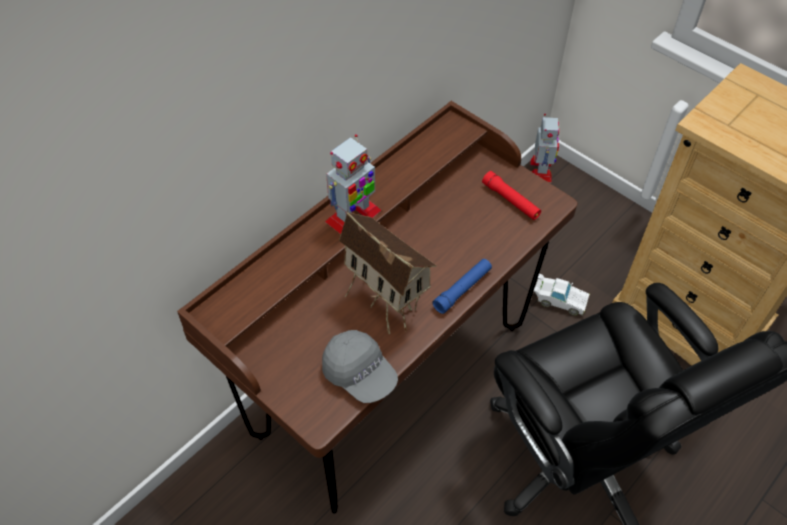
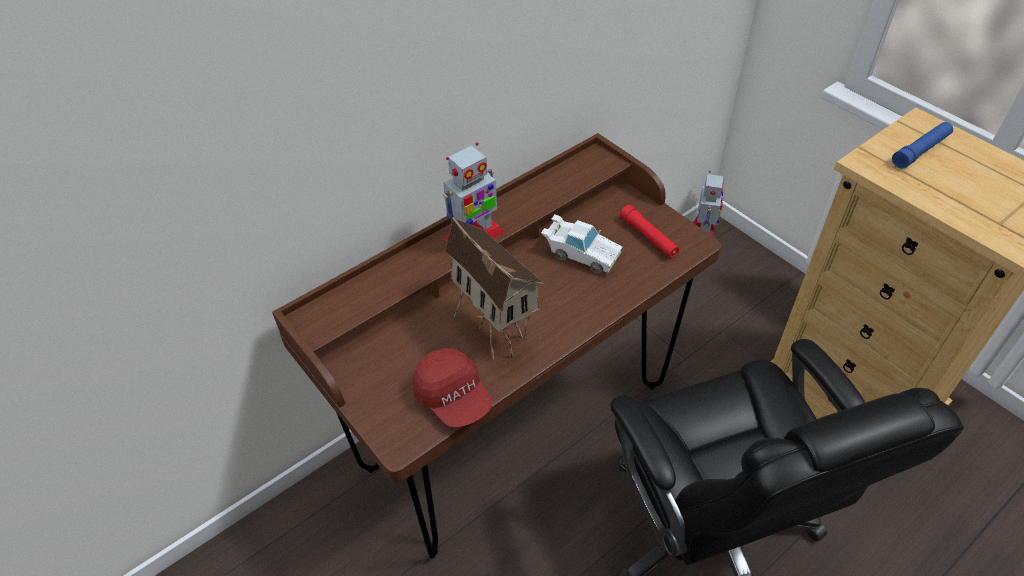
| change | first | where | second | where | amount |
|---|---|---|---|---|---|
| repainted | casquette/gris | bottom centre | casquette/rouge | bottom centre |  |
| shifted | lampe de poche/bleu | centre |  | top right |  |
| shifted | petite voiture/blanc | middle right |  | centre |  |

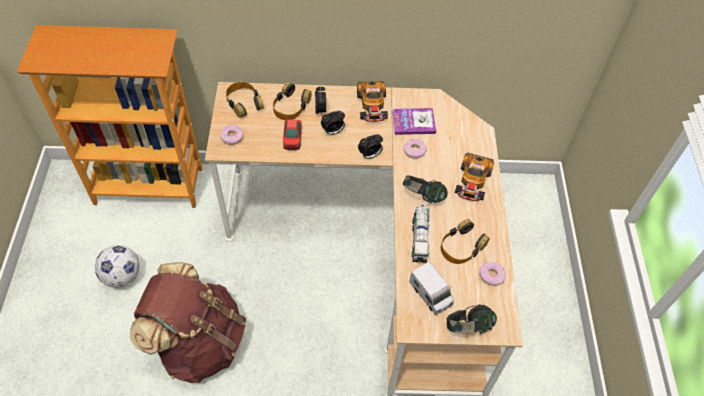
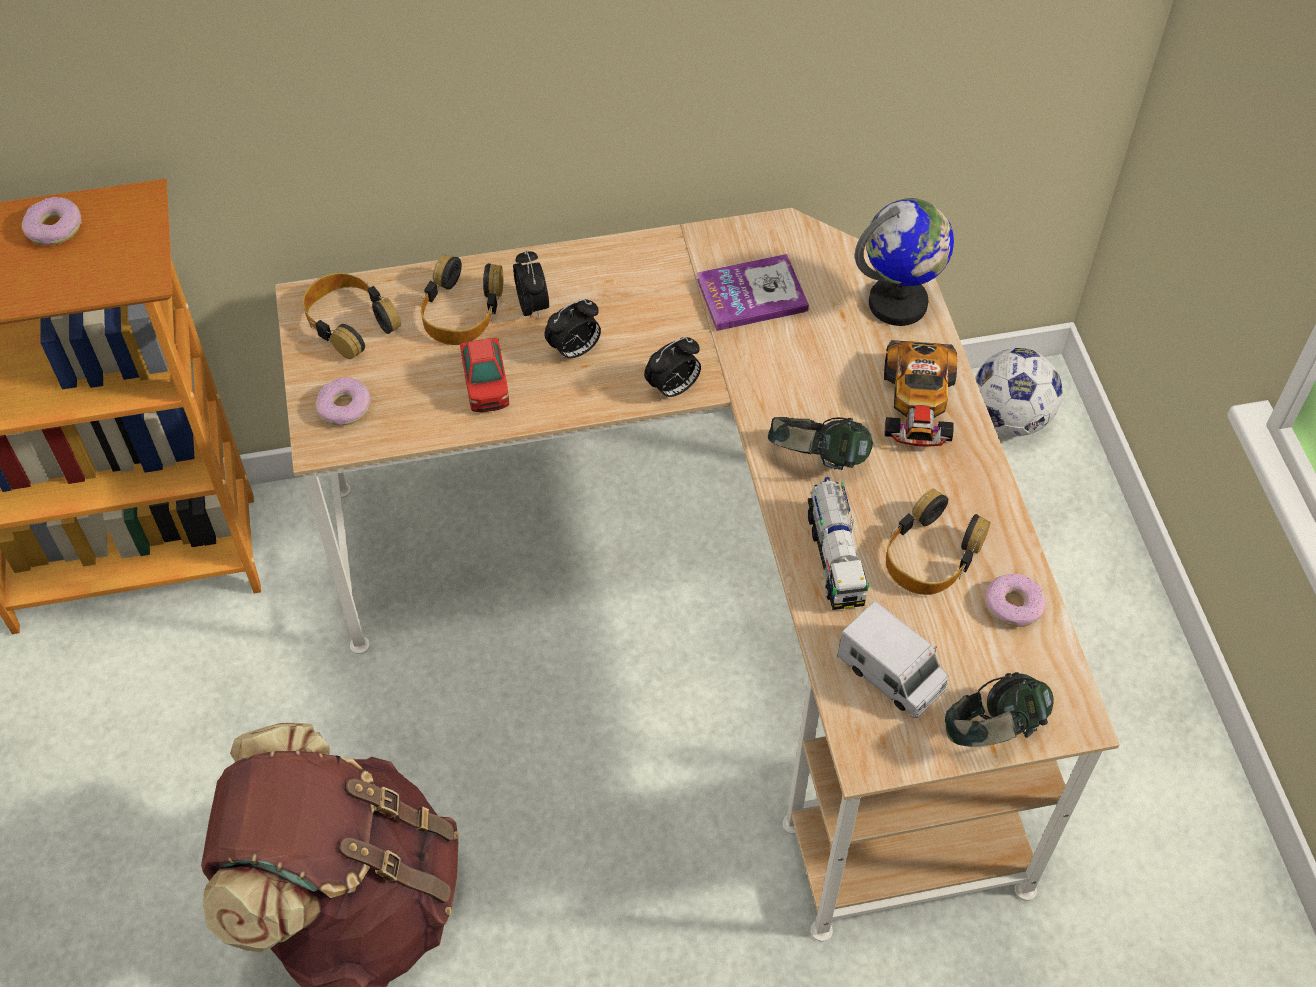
| change | first | where | second | where | amount |
|---|---|---|---|---|---|
| shifted | ballon de foot | bottom left |  | middle right |  |
| gone | petite voiture (no. 2 from left) | top centre |  |  |  |
| shifted | beignet (no. 2 from left in the first image) | centre | beignet (no. 1 from left) | top left |  |
| new |  |  | globe | top right |  |

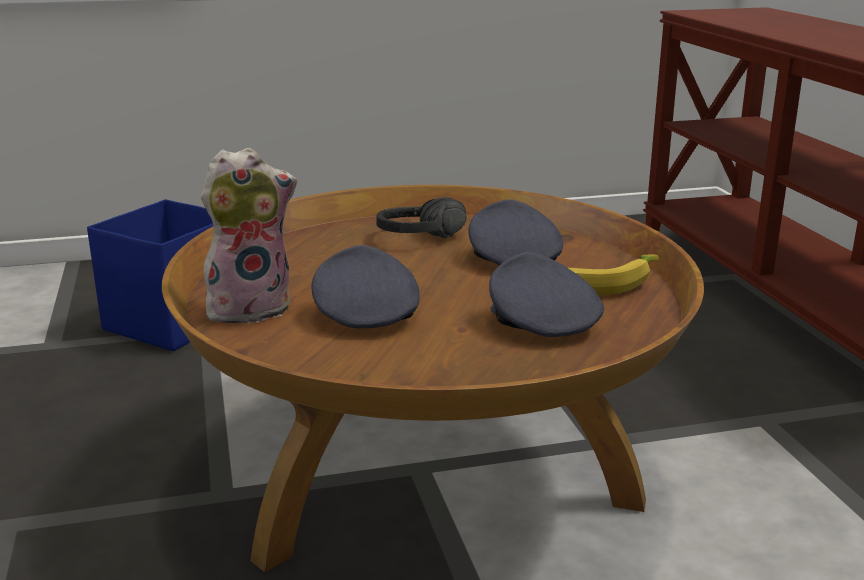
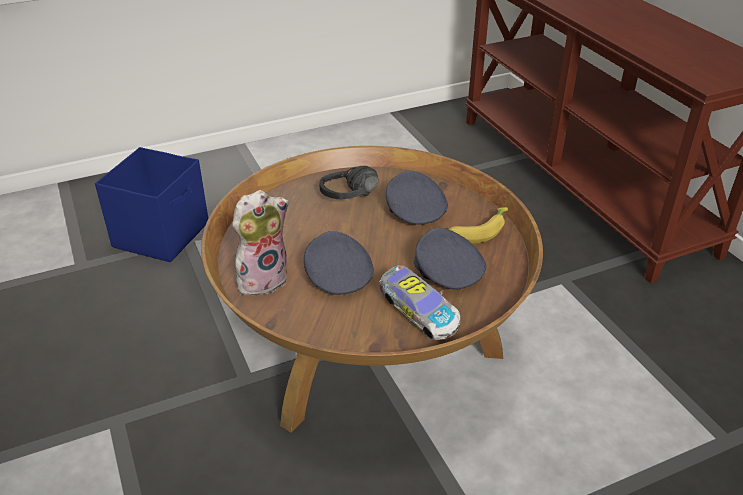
| change | first | where | second | where | amount |
|---|---|---|---|---|---|
| new |  |  | petite voiture | centre |  |

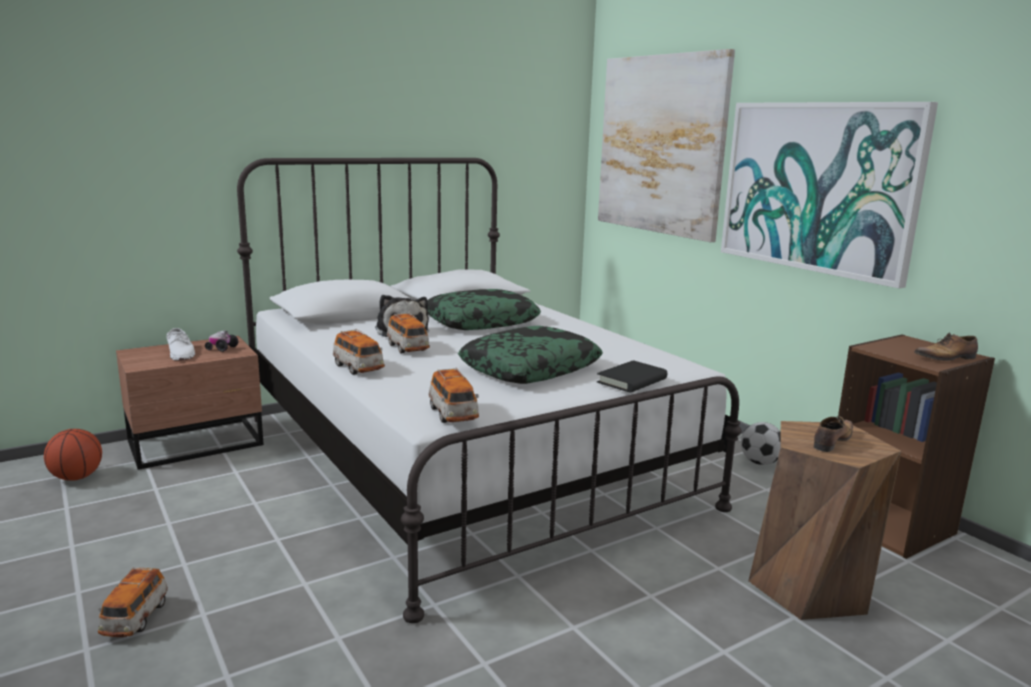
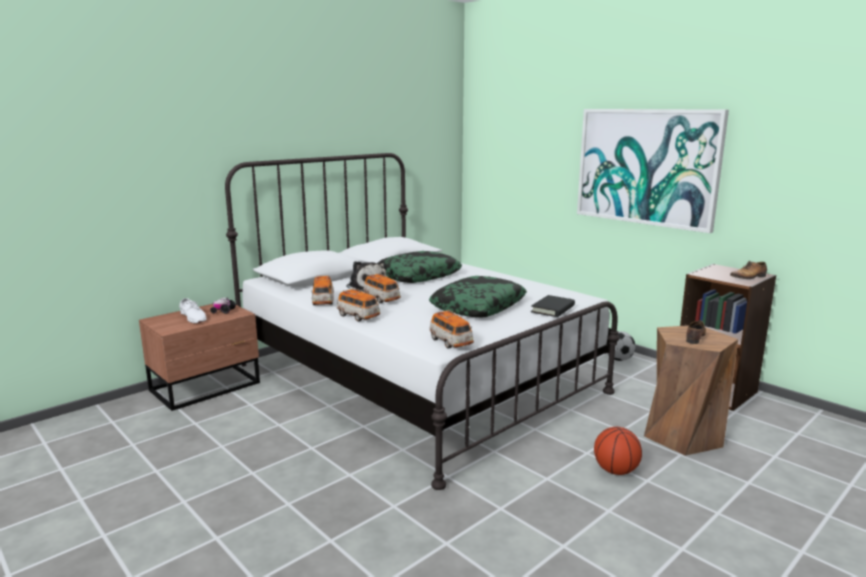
| change | first | where | second | where | amount |
|---|---|---|---|---|---|
| shifted | ballon de basket | middle left |  | bottom right |  |
| shifted | petite voiture (no. 1 from left in the first image) | bottom left | petite voiture (no. 2 from left) | centre |  |
| gone | tableau (no. 1 from left) | top centre |  |  |  |

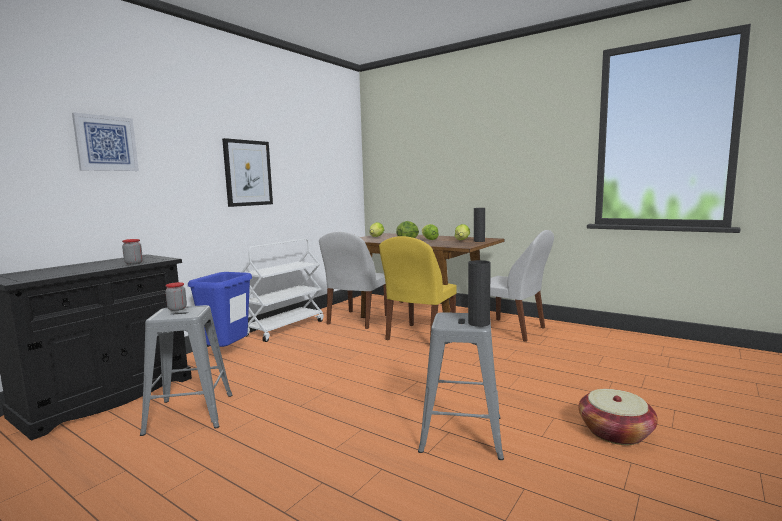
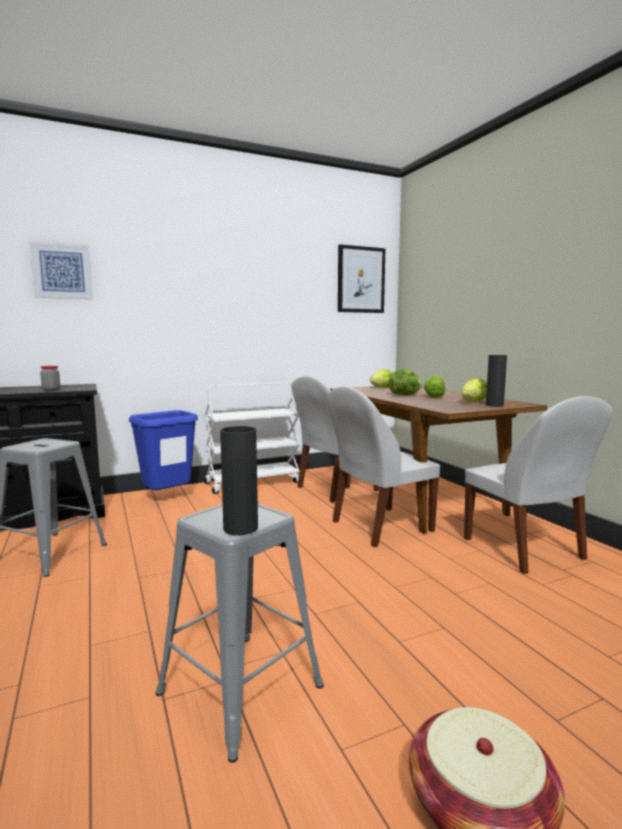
| change | first | where | second | where | amount |
|---|---|---|---|---|---|
| gone | bocal (no. 2 from left) | middle left |  |  |  |
| shifted | tableau (no. 2 from left) | top left |  | centre |  |
| repainted | chaise/jaune | centre | chaise/blanc (no. 2 from left) | centre |  |

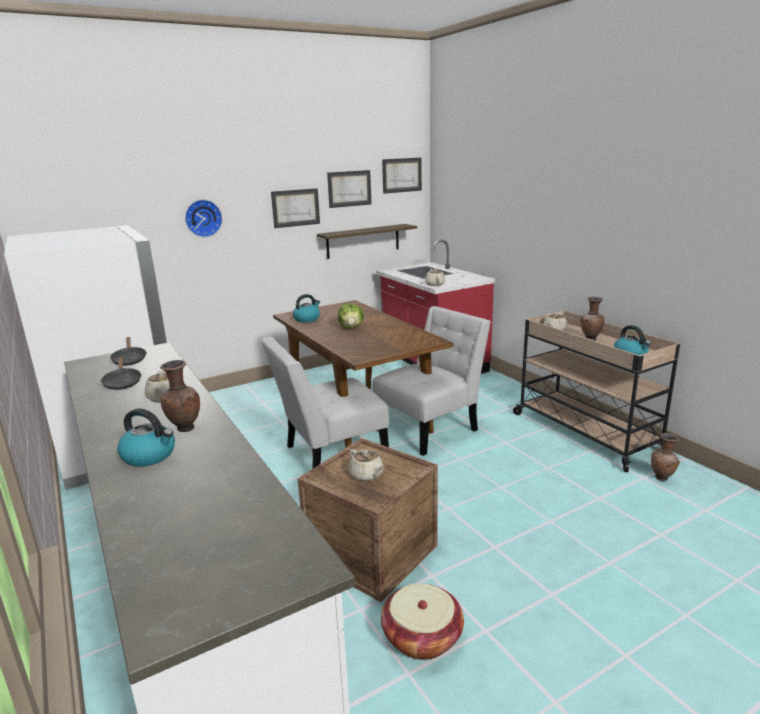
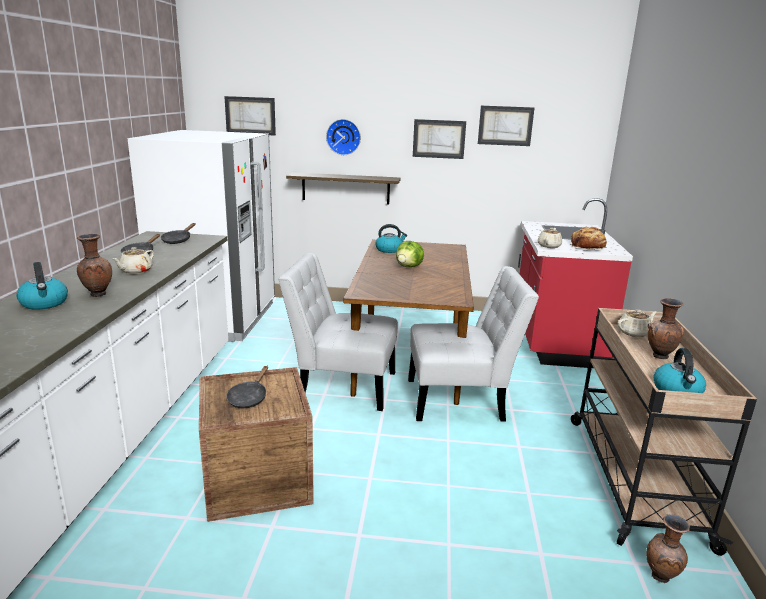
| change | first | where | second | where | amount |
|---|---|---|---|---|---|
| shifted | étagère | centre |  | top centre |  |
| swapped | théière/beige (no. 2 from left) | centre | poêle/noir (no. 3 from left) | middle left |  |
| gone | panier | bottom centre |  |  |  |
| shifted | tableau (no. 3 from left in the first image) | top centre | tableau (no. 1 from left) | top left |  |
| new |  |  | pain | middle right |  |

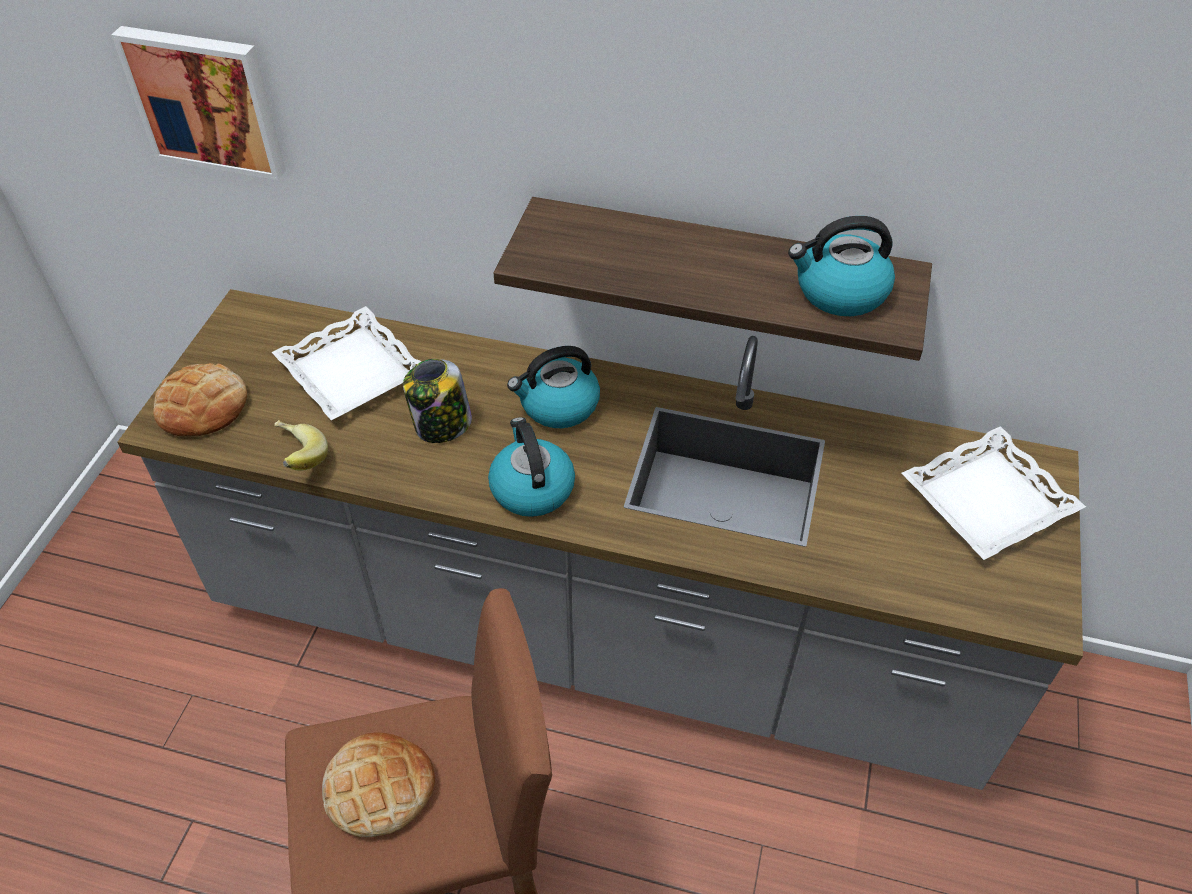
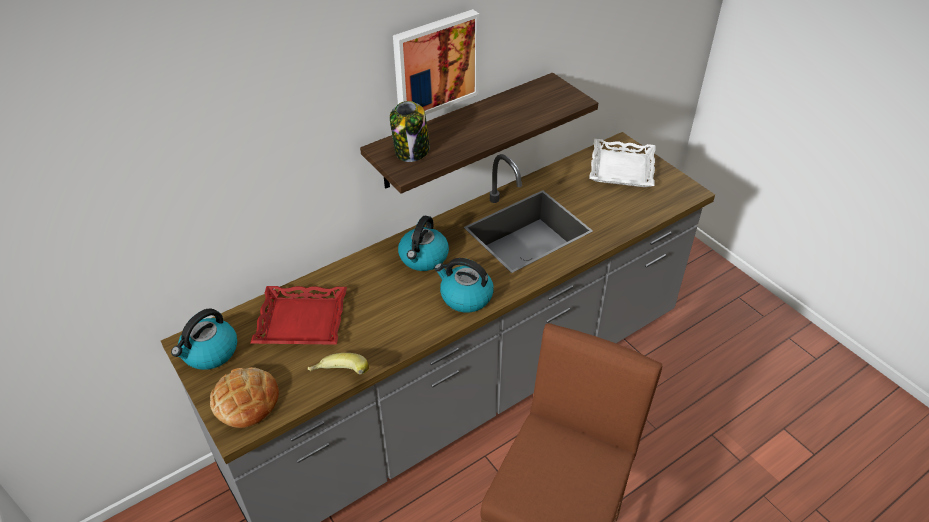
| change | first | where | second | where | amount |
|---|---|---|---|---|---|
| shifted | tableau | top left |  | top centre |  |
| repainted | plateau/blanc (no. 1 from left) | middle left | plateau/rouge | middle left |  |
| gone | pain (no. 2 from left) | bottom left |  |  |  |
| shifted | bocal | centre |  | top centre |  |
| shifted | bouilloire (no. 3 from left in the first image) | top right | bouilloire (no. 1 from left) | middle left |  |

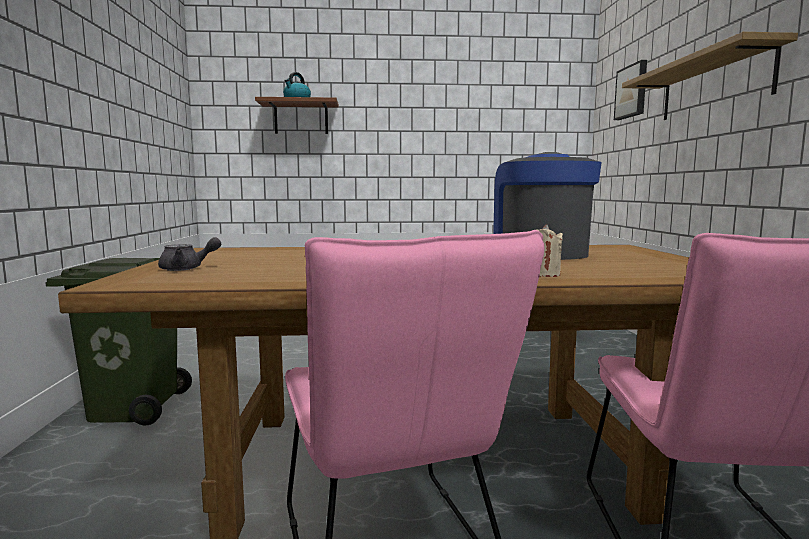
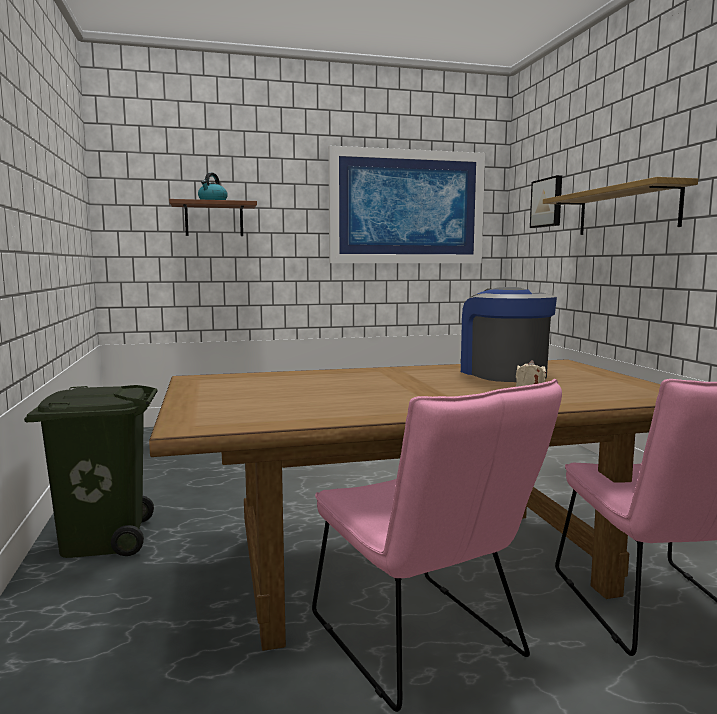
| change | first | where | second | where | amount |
|---|---|---|---|---|---|
| gone | théière/gris | middle left |  |  |  |
| new |  |  | tableau (no. 1 from left) | top centre |  |

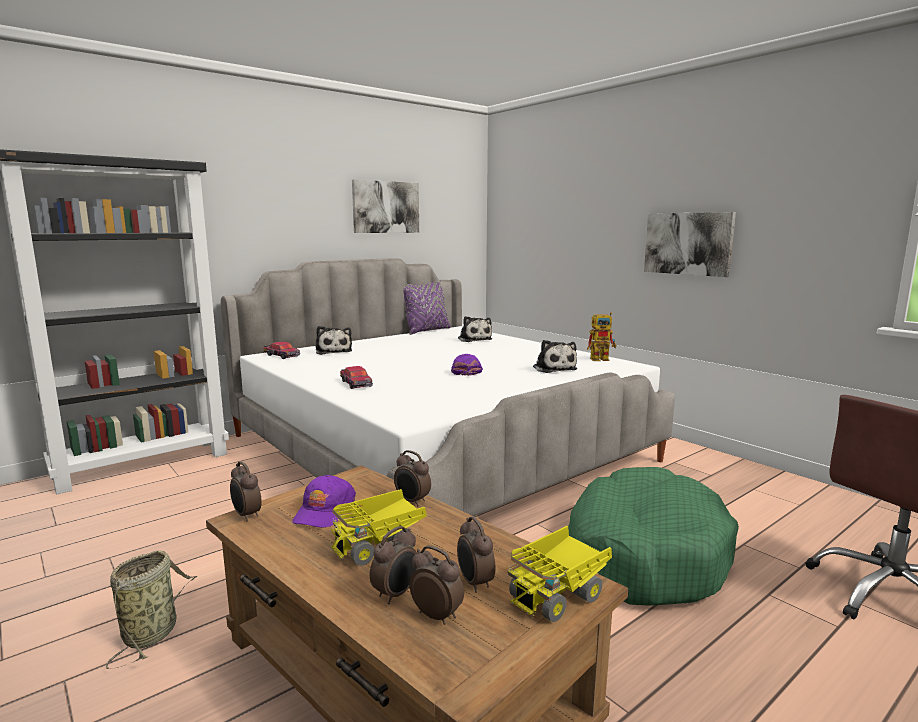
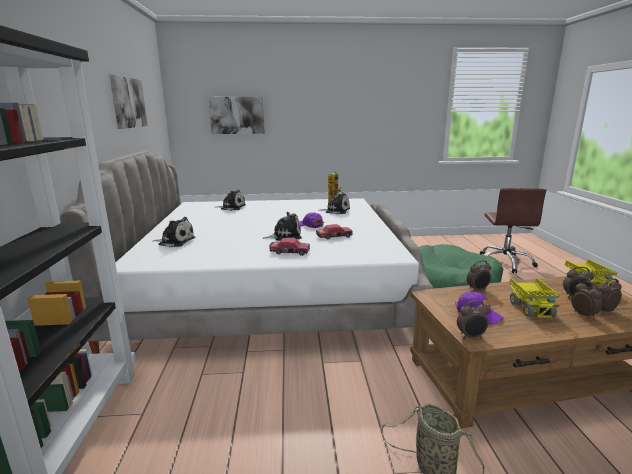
| change | first | where | second | where | amount |
|---|---|---|---|---|---|
| shifted | petite voiture (no. 1 from left in the first image) | middle left | petite voiture (no. 2 from left) | centre |  |
| gone | coussin/violet | centre |  |  |  |
| shifted | tableau (no. 2 from left) | middle right |  | top centre |  |
| new |  |  | peluche (no. 3 from left) | centre |  |

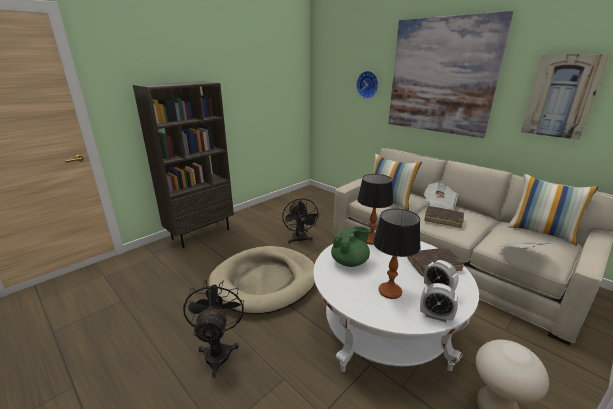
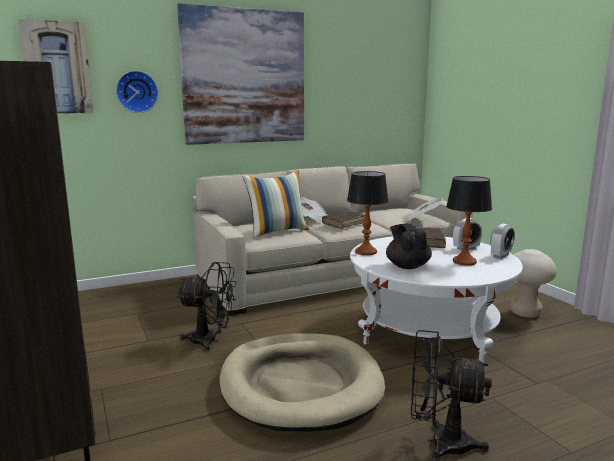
| change | first | where | second | where | amount |
|---|---|---|---|---|---|
| repainted | théière/vert | centre | théière/noir | centre |  |
| gone | coussin (no. 2 from left) | middle right |  |  |  |
| shifted | tableau (no. 2 from left in the first image) | top right | tableau (no. 1 from left) | top left |  |

